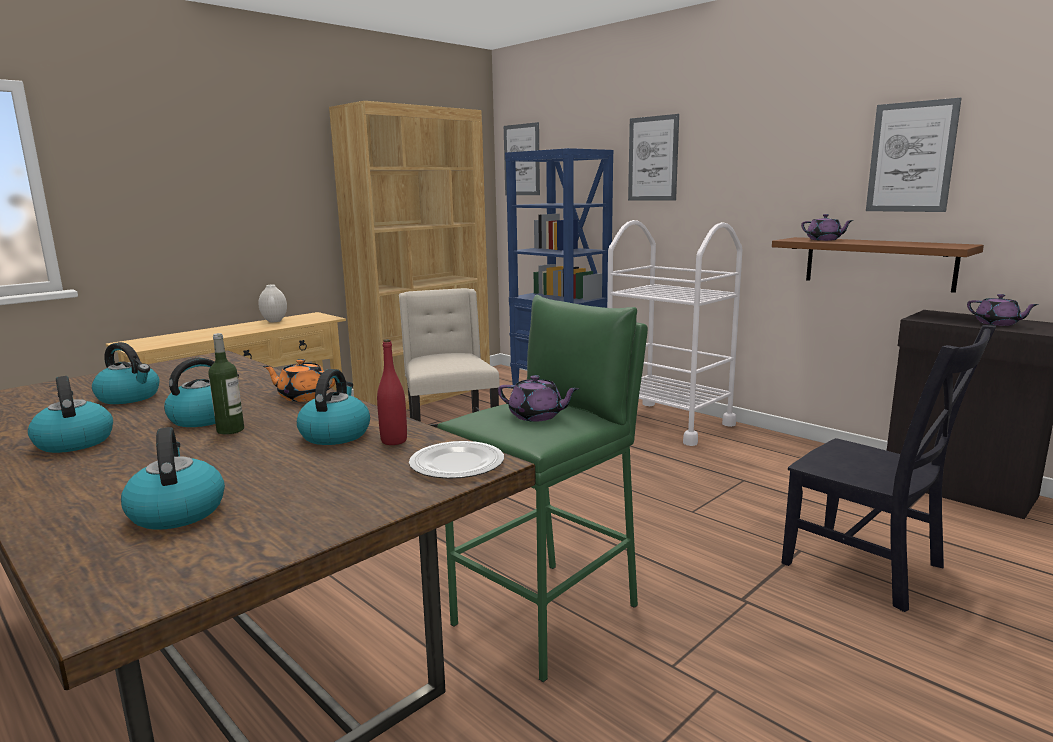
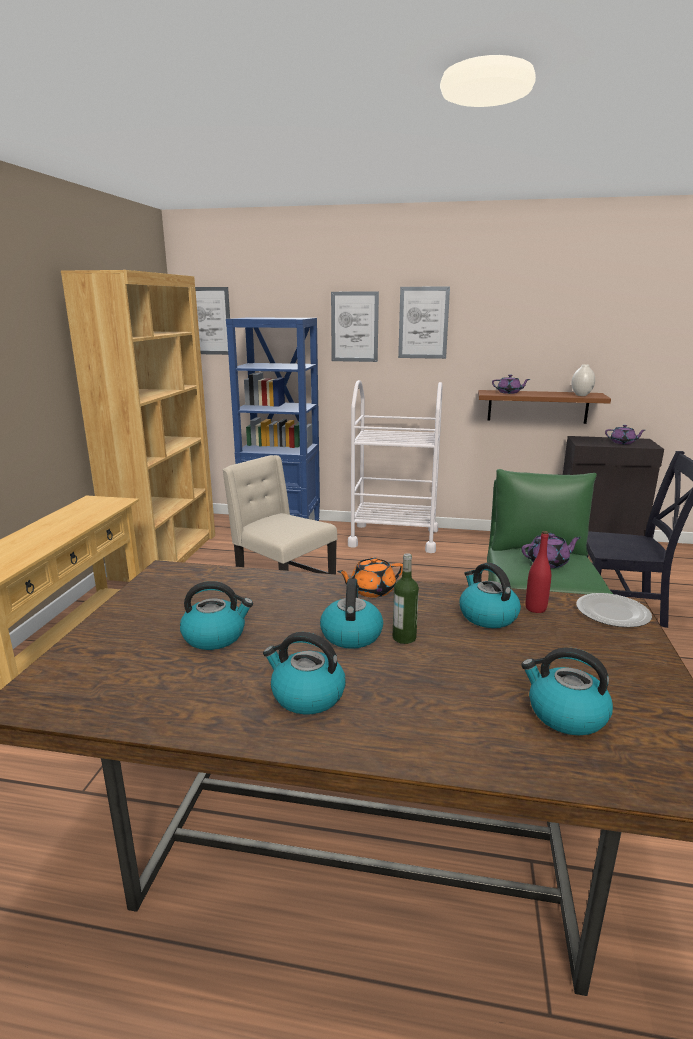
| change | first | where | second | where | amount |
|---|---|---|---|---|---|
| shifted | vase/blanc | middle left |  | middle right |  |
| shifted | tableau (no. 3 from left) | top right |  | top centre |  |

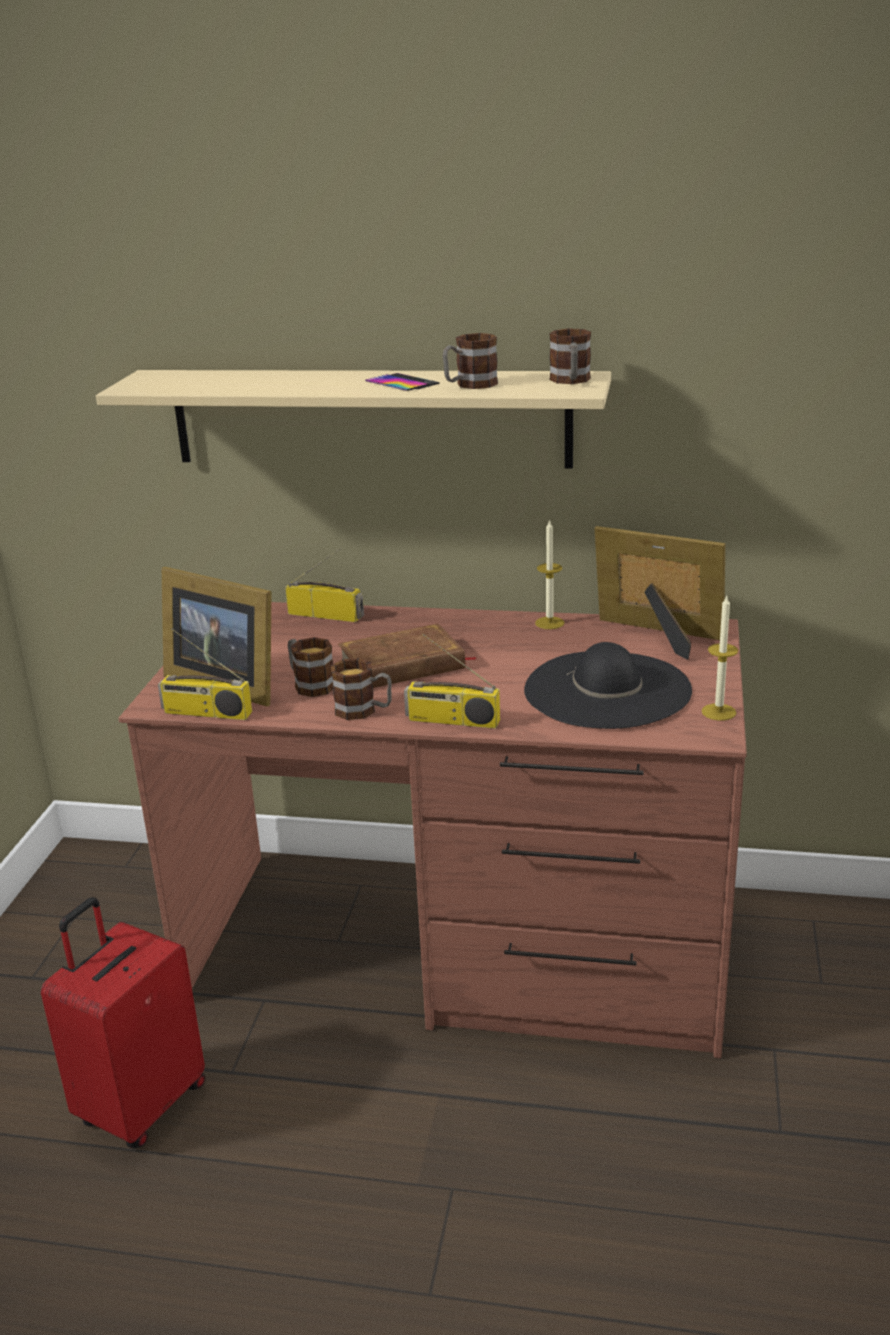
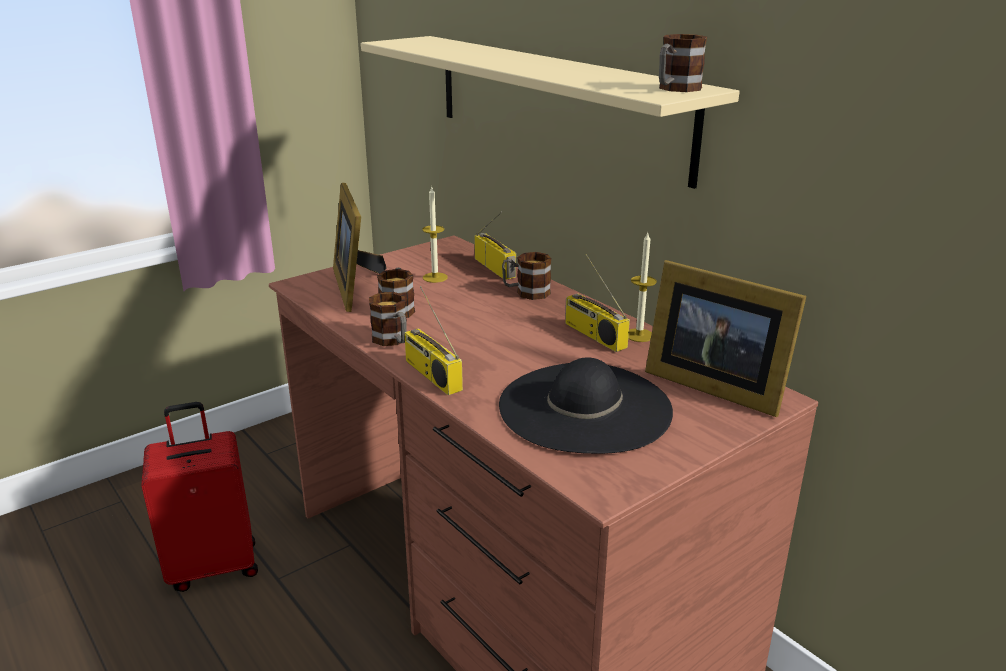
| change | first | where | second | where | amount |
|---|---|---|---|---|---|
| shifted | radio (no. 1 from left in the first image) | middle left | radio (no. 3 from left) | centre |  |
| gone | livre/marron | centre |  |  |  |
| gone | téléphone | top centre |  |  |  |
| shifted | mug (no. 3 from left) | top centre |  | centre |  |
| rotated | cadre photo (no. 2 from left) | middle right |  | middle right | 150 degrees clockwise |
| shifted | bougie (no. 2 from left in the first image) | middle right | bougie (no. 1 from left) | centre |  |

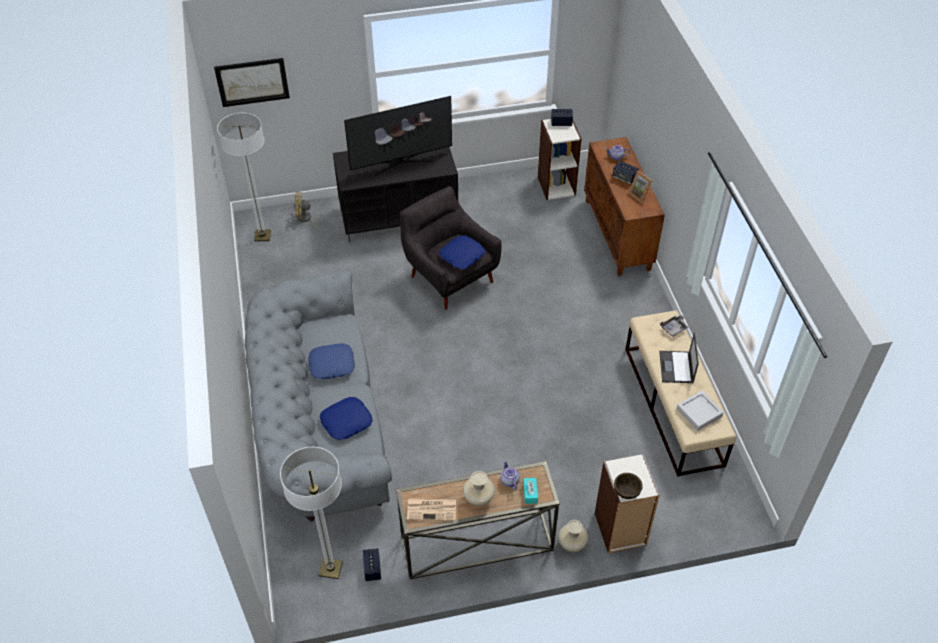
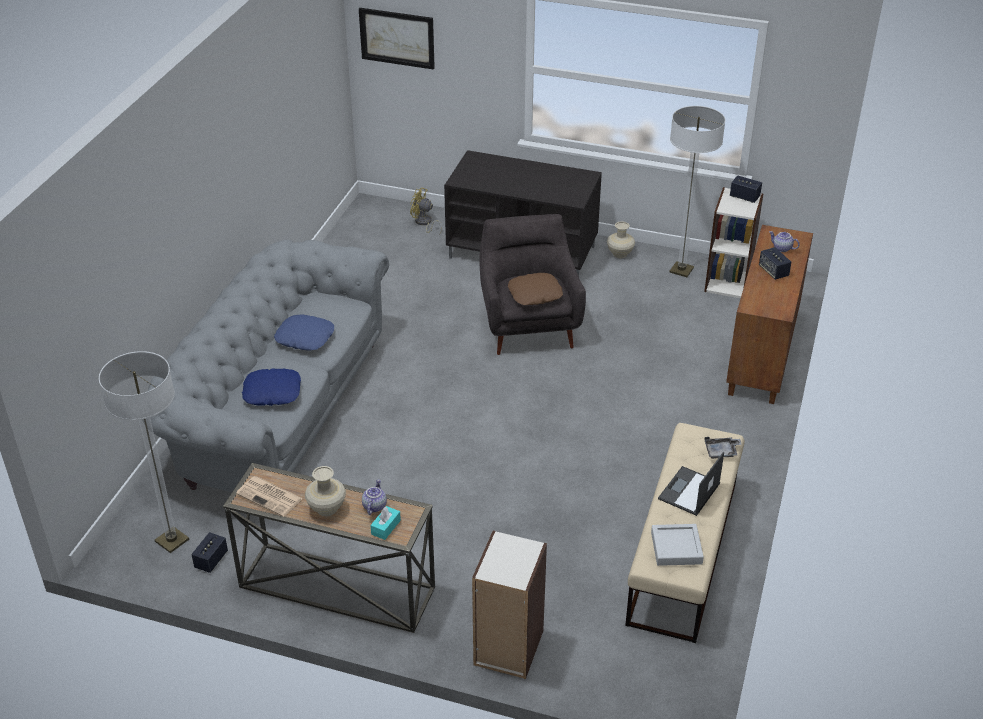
| change | first | where | second | where | amount |
|---|---|---|---|---|---|
| shifted | lampadaire (no. 1 from left in the first image) | top left | lampadaire (no. 2 from left) | top right |  |
| gone | téléviseur | top centre |  |  |  |
| repainted | coussin/bleu (no. 3 from left) | centre | coussin/marron | centre |  |
| shifted | vase/beige (no. 2 from left) | bottom centre |  | top centre |  |
| gone | bol/marron | bottom right |  |  |  |
| gone | cadre photo | top right |  |  |  |

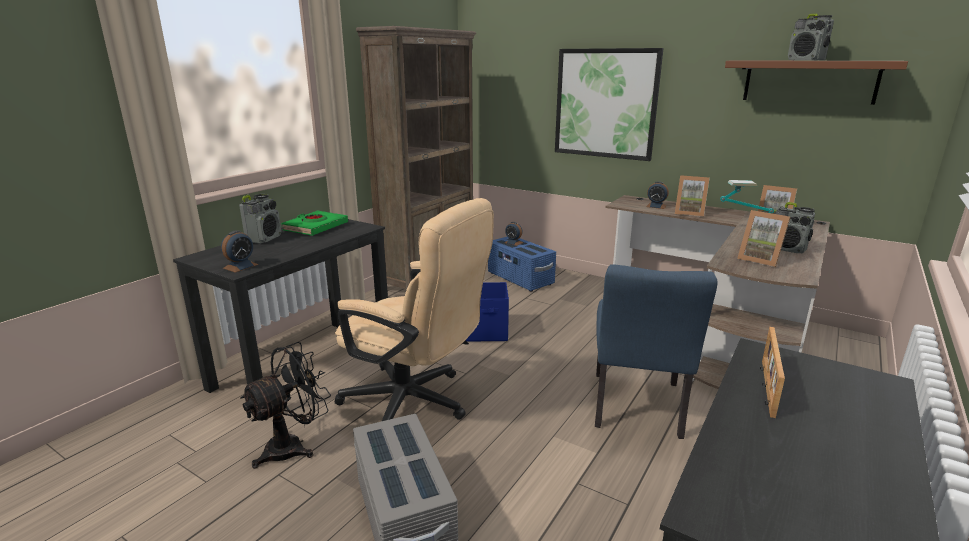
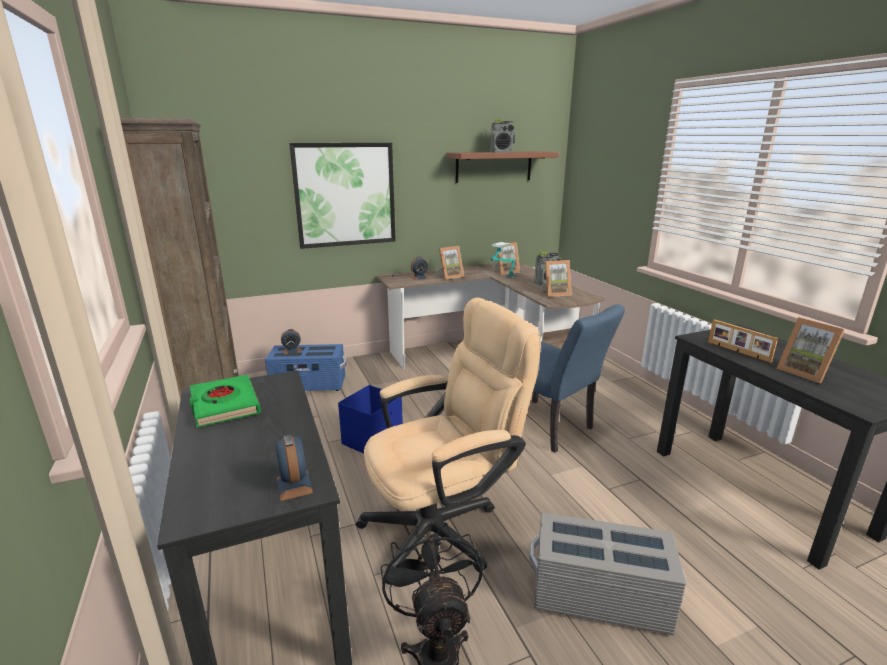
| change | first | where | second | where | amount |
|---|---|---|---|---|---|
| gone | radio (no. 1 from left) | middle left |  |  |  |
| new |  |  | cadre photo (no. 5 from left) | middle right |  |

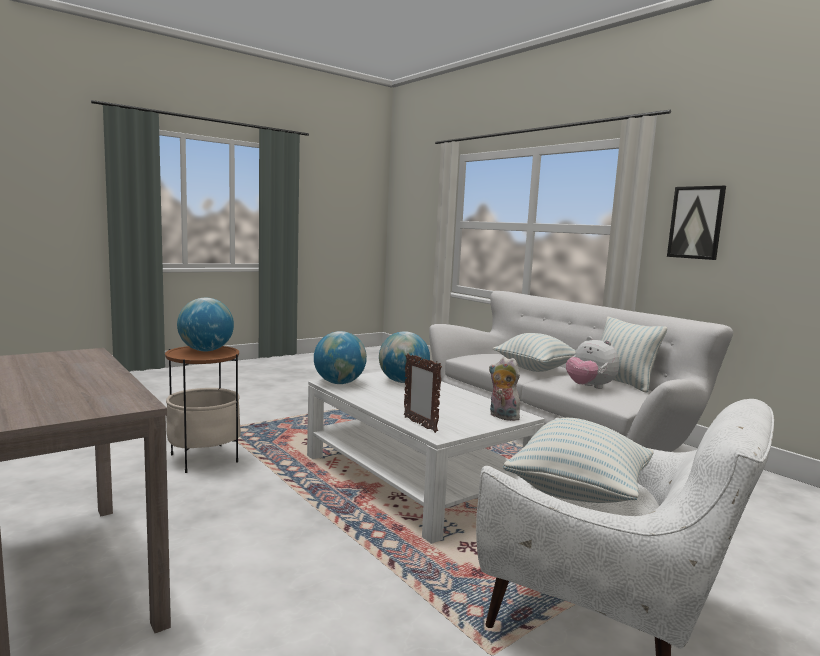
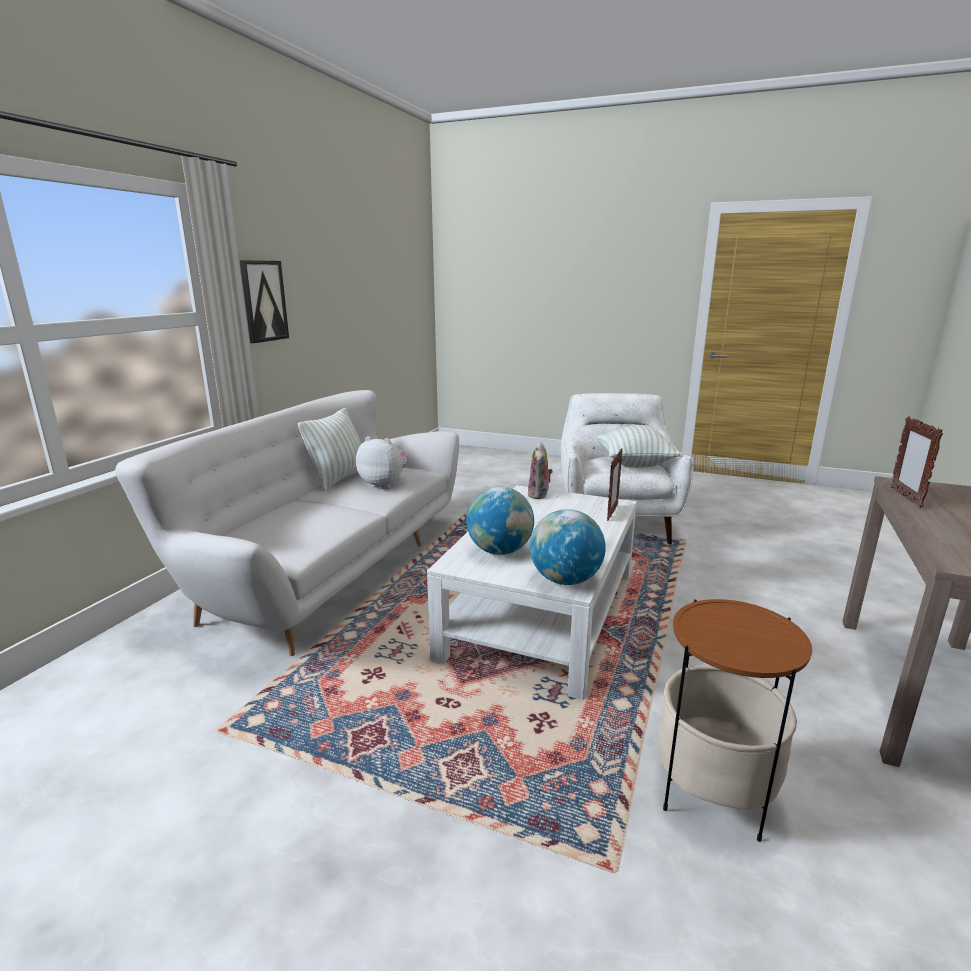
| change | first | where | second | where | amount |
|---|---|---|---|---|---|
| gone | globe (no. 1 from left) | middle left |  |  |  |
| gone | coussin (no. 1 from left) | centre |  |  |  |
| rotated | peluche (no. 2 from left in the first image) | middle right | peluche (no. 1 from left) | centre | 90 degrees counterclockwise |
| new |  |  | cadre photo (no. 2 from left) | middle right |  |

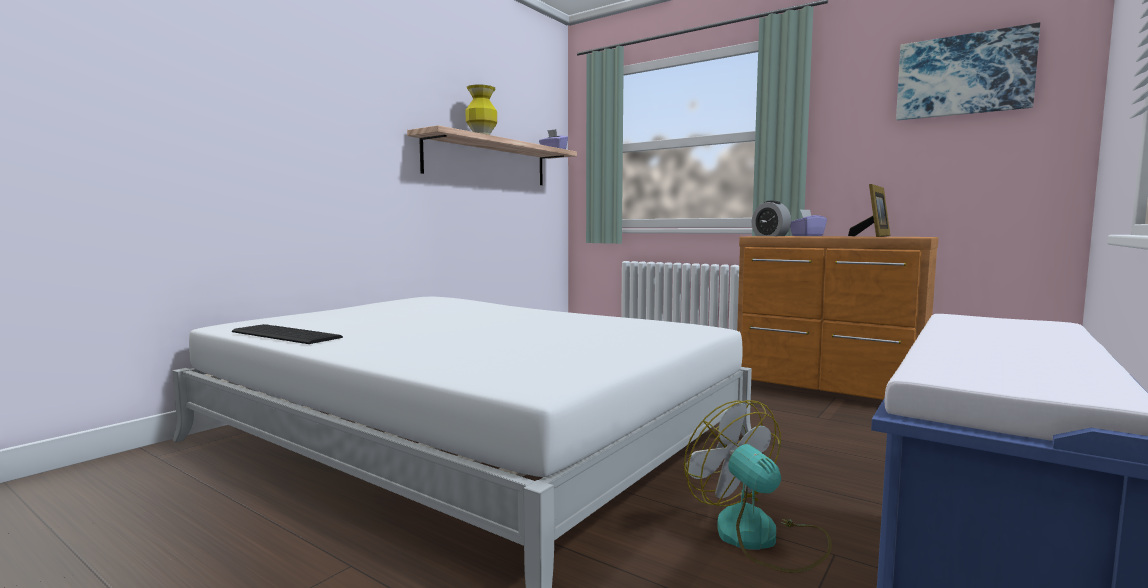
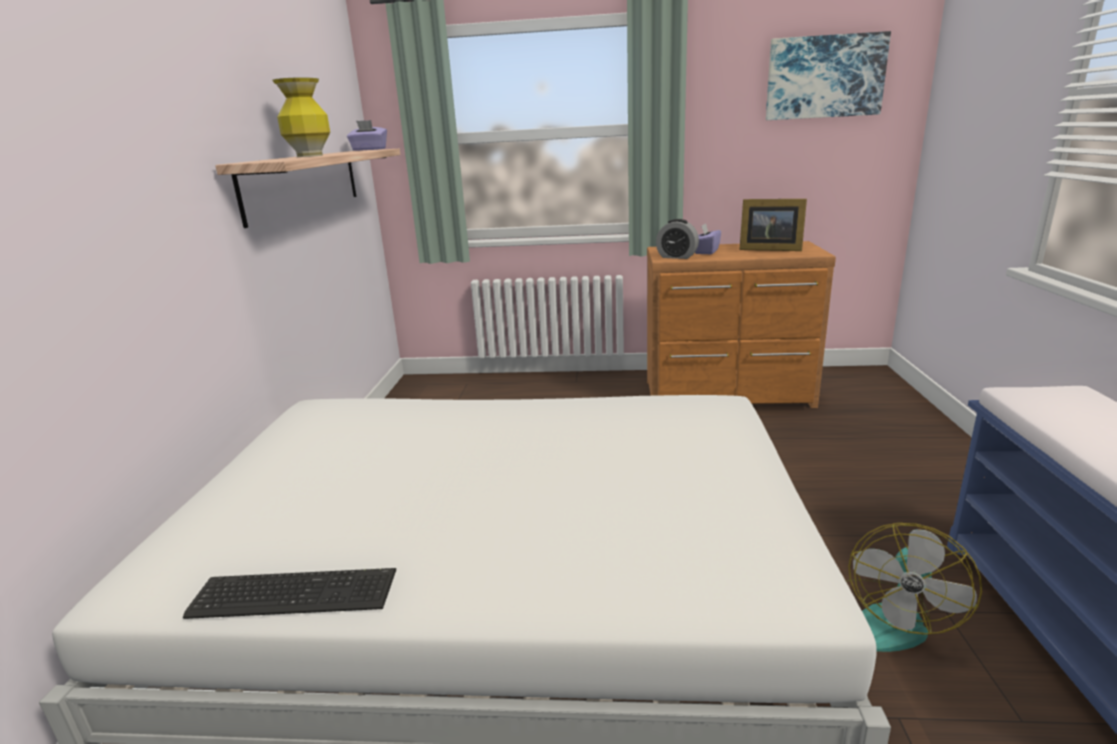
| change | first | where | second | where | amount |
|---|---|---|---|---|---|
| rotated | ventilateur | bottom centre |  | bottom right | 90 degrees counterclockwise |
| rotated | cadre photo | middle right |  | top right | 105 degrees clockwise |

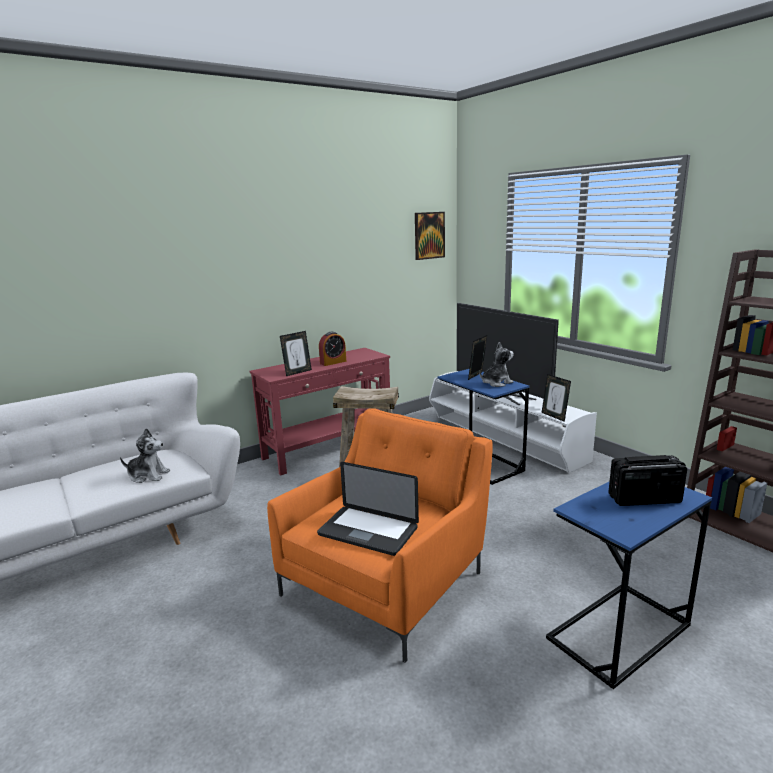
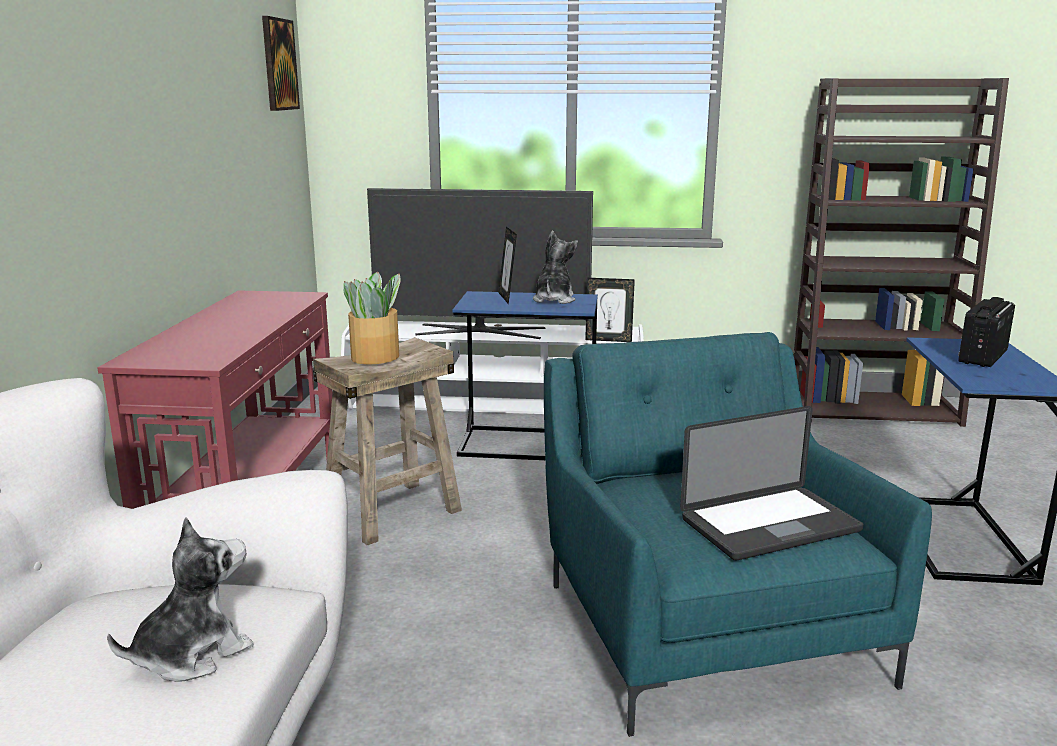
| change | first | where | second | where | amount |
|---|---|---|---|---|---|
| repainted | fauteuil/orange | bottom centre | fauteuil/turquoise | bottom right |  |
| gone | cadre photo (no. 1 from left) | centre |  |  |  |
| gone | réveil | centre |  |  |  |
| new |  |  | plante en pot | centre |  |

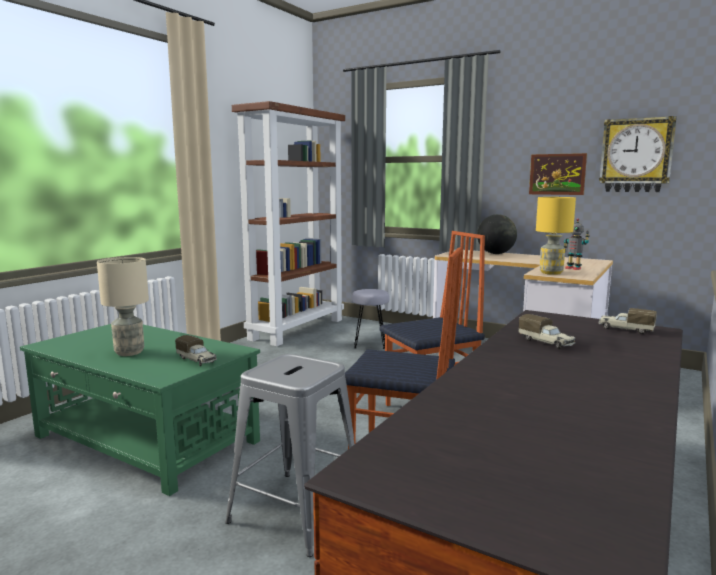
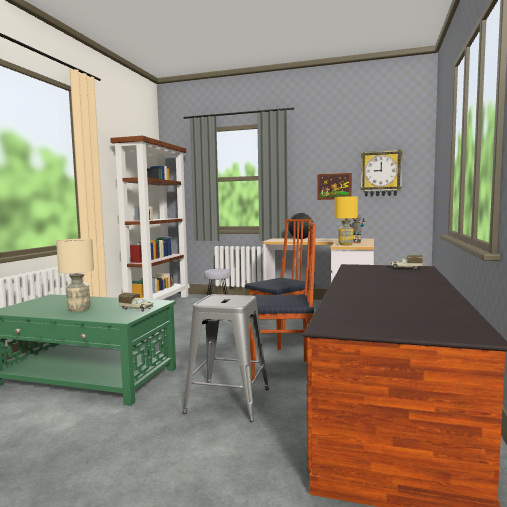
| change | first | where | second | where | amount |
|---|---|---|---|---|---|
| gone | camion jouet (no. 2 from left) | middle right |  |  |  |

